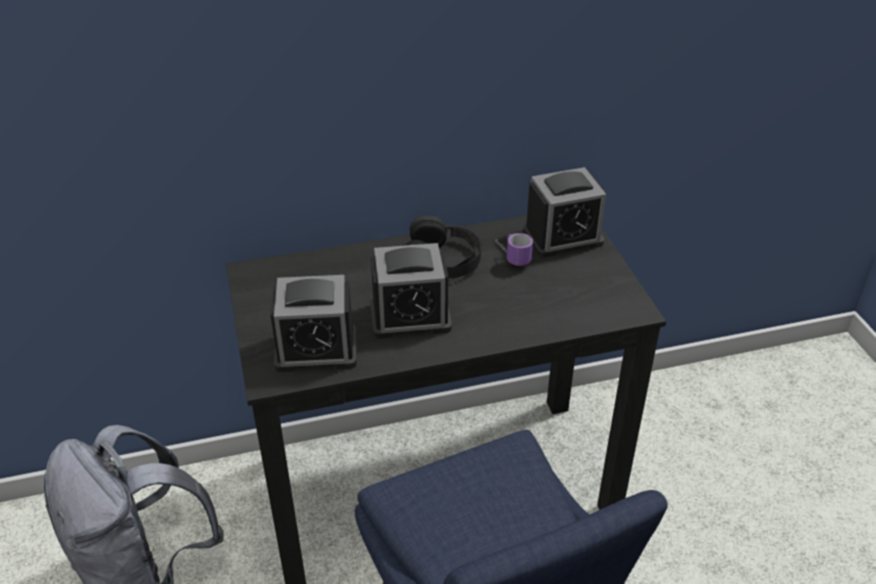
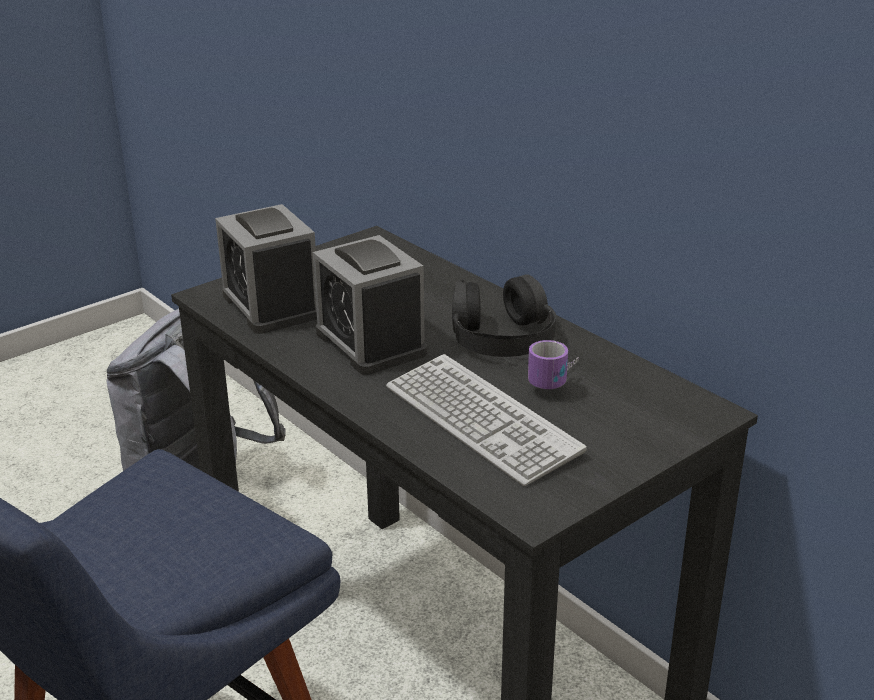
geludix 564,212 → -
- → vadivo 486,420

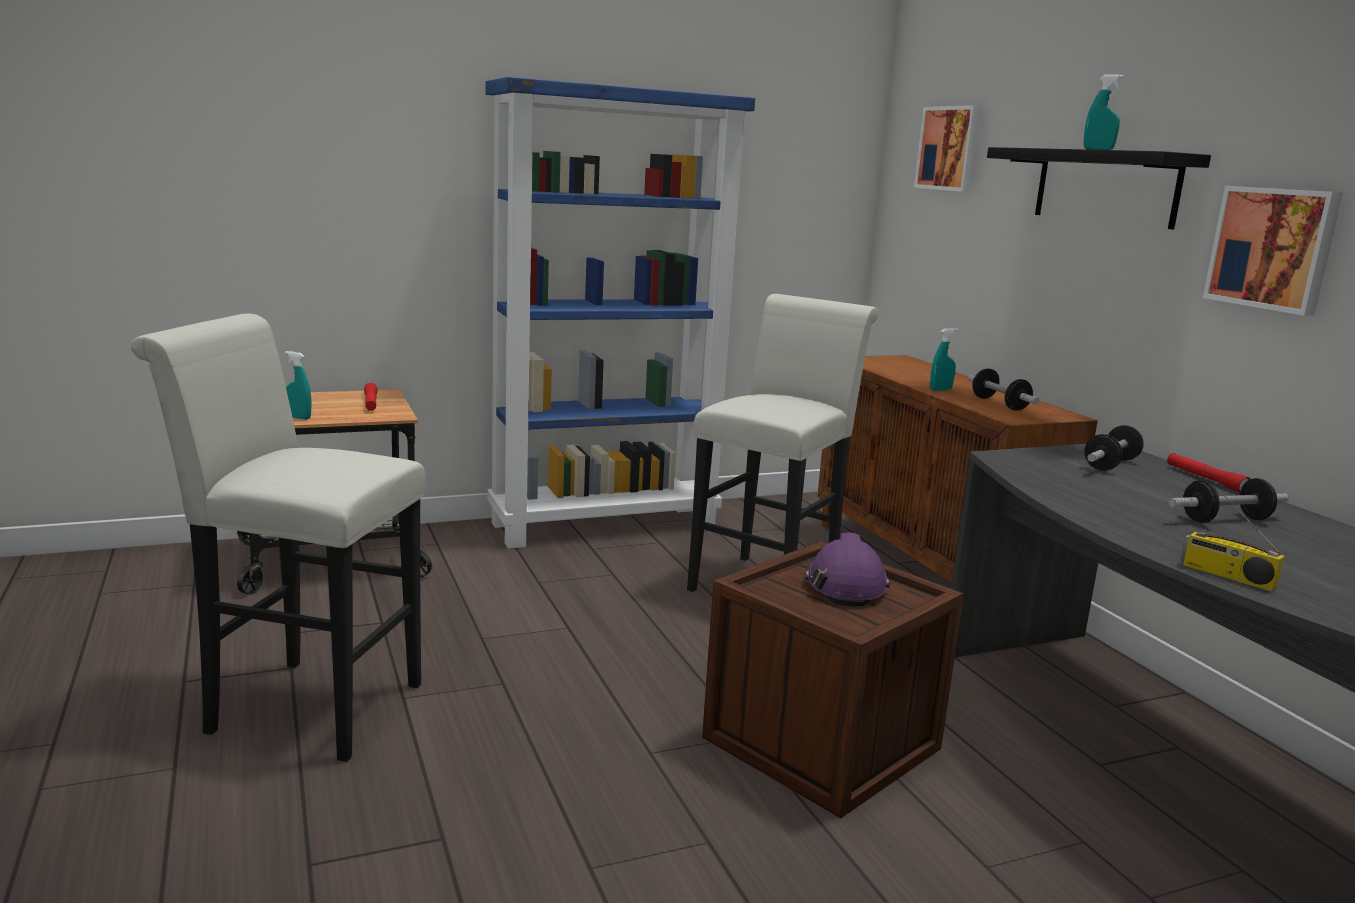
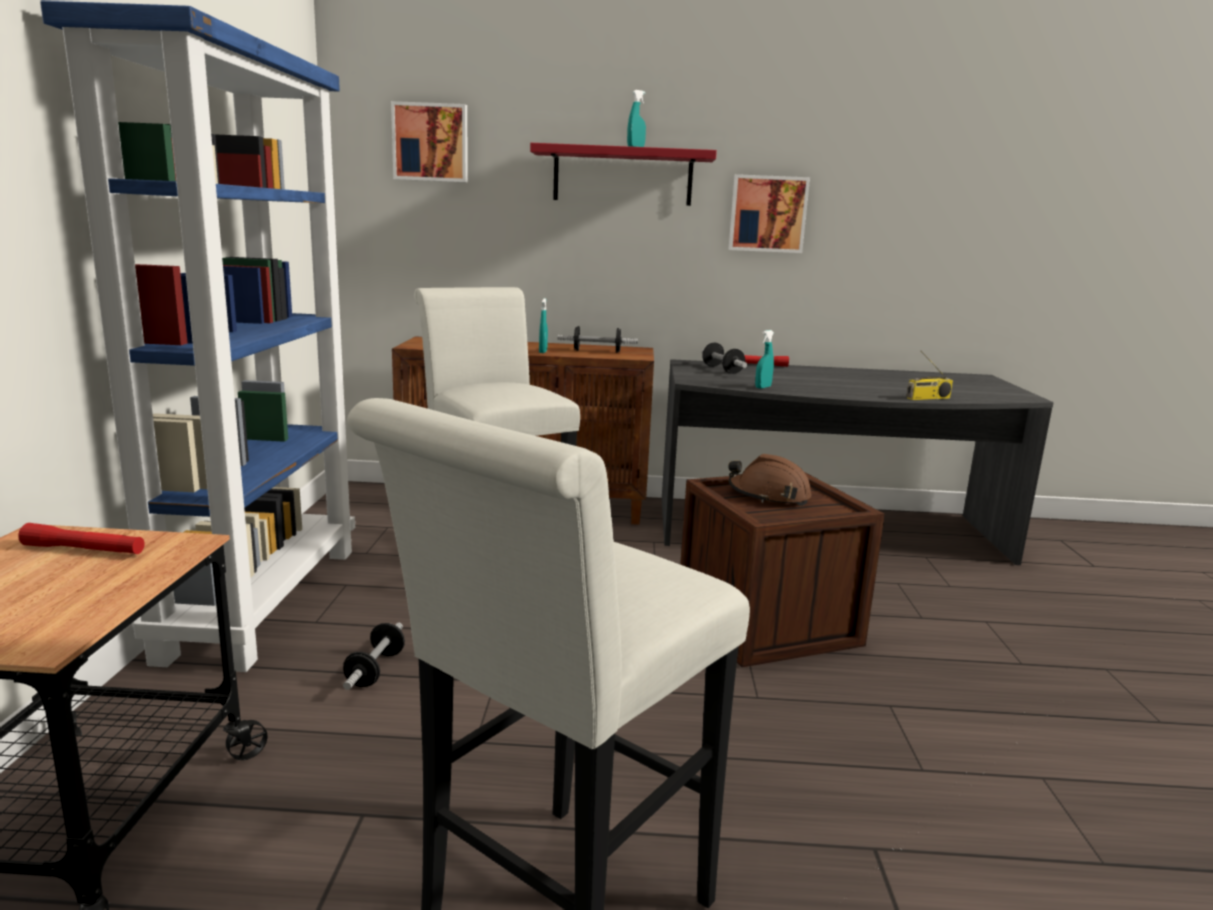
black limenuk 1099,188 → red limenuk 623,174
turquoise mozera 298,385 → turquoise mozera 764,359, move
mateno 1229,500 → mateno 374,656, move
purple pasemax 847,569 → brown pasemax 770,480

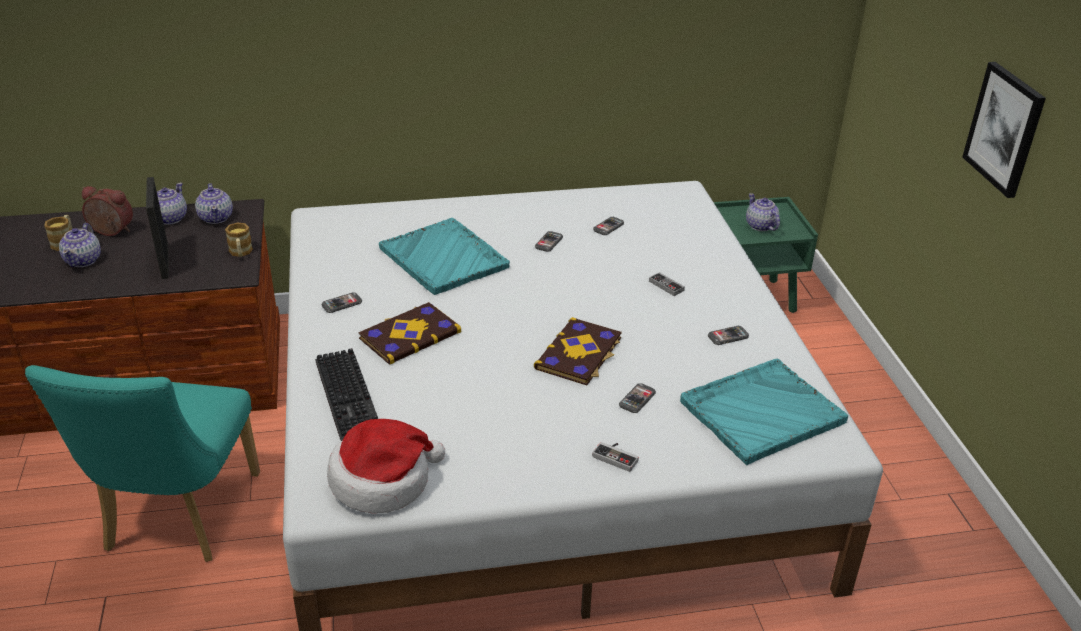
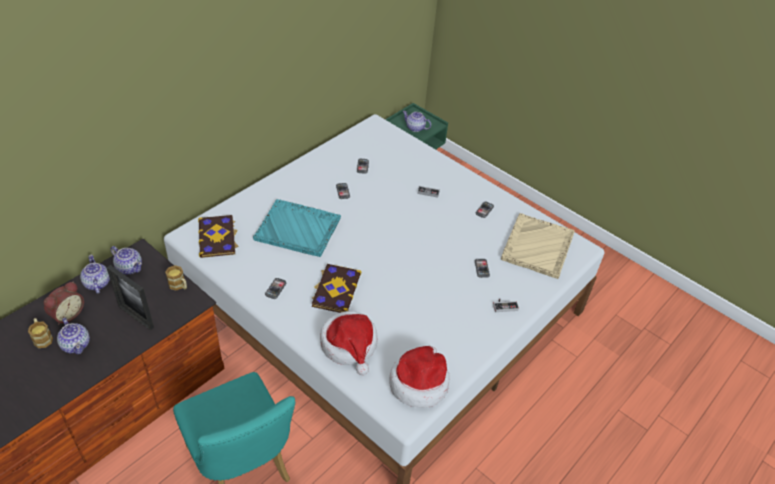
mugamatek 1004,130 → -
geludix 107,211 → geludix 64,303, 150 degrees clockwise
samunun 578,351 → samunun 218,236, move
vadivo 346,394 → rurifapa 349,343
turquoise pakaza 764,411 → beige pakaza 538,246

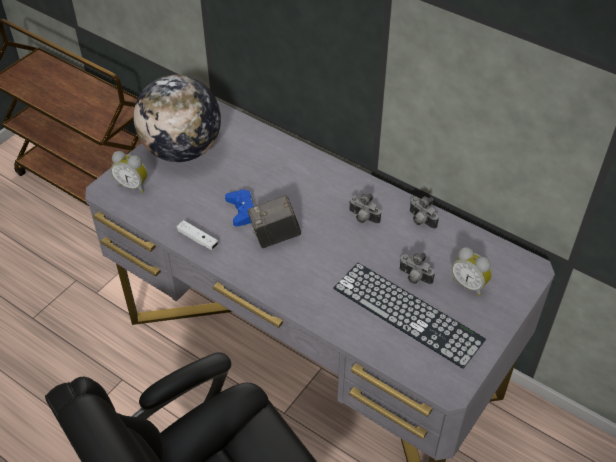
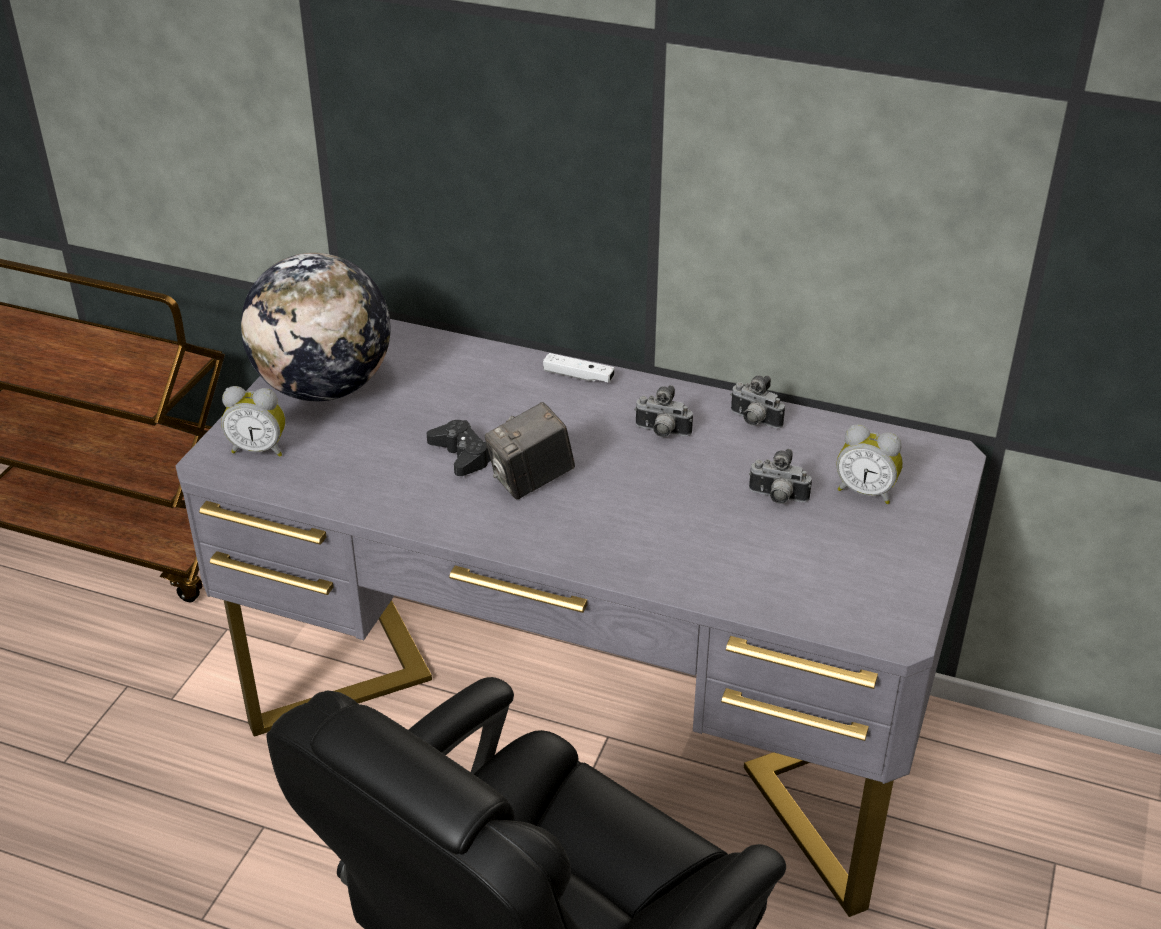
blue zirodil 239,208 → black zirodil 459,448
white zirodil 197,235 → white zirodil 579,368, move
vadivo 409,315 → -

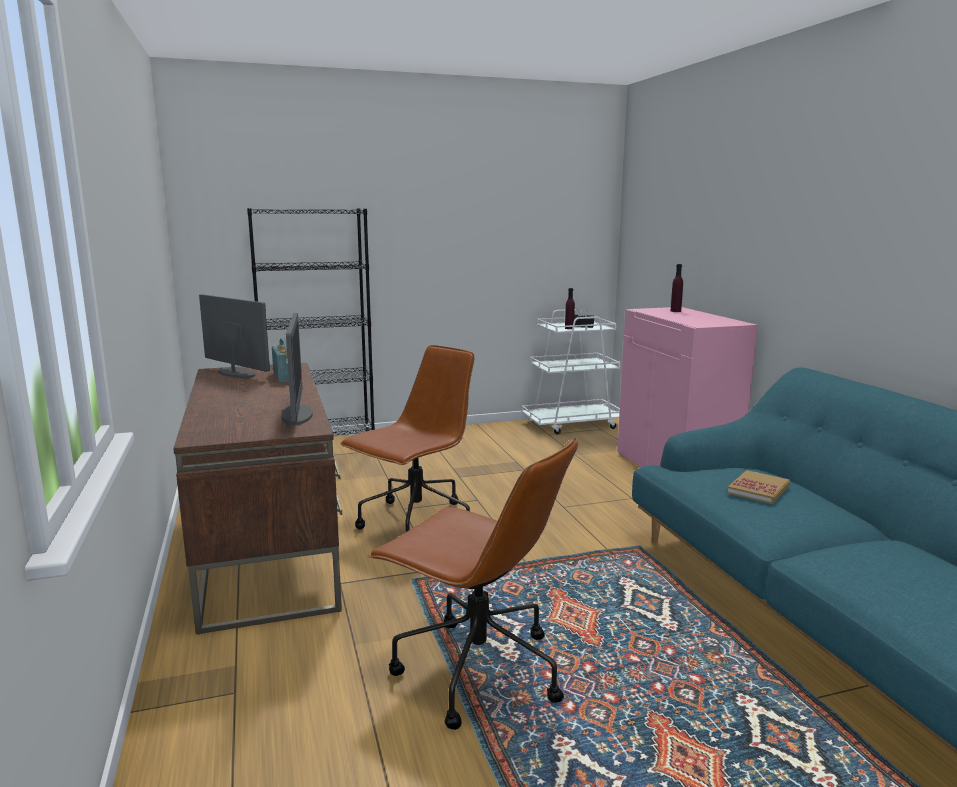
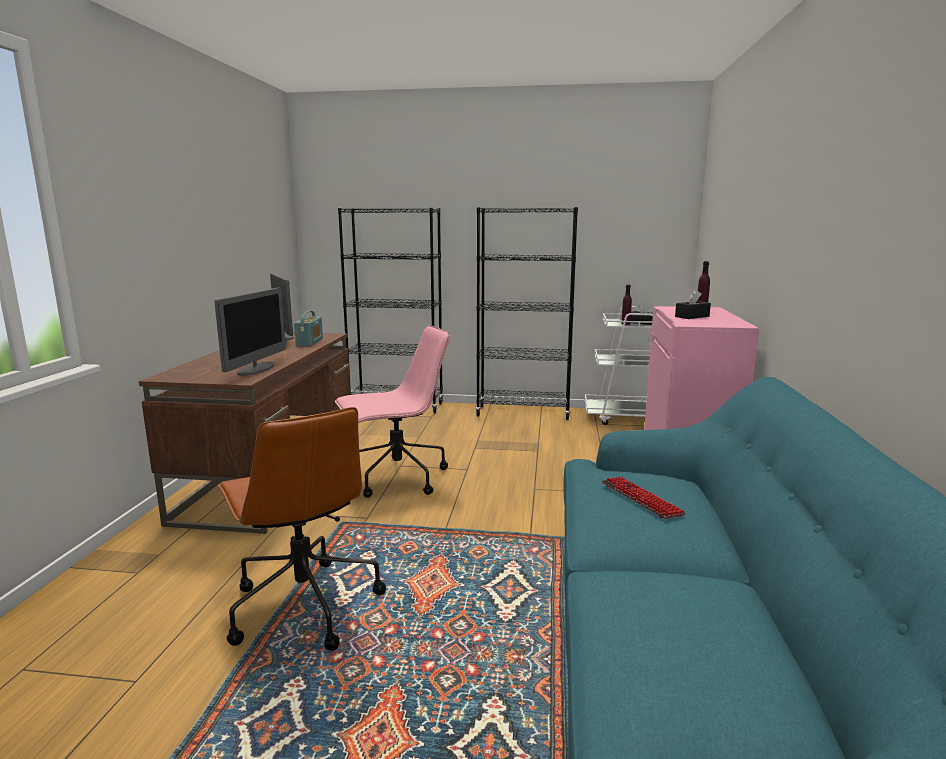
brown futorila 407,438 → pink futorila 392,411
samunun 758,487 → vadivo 644,498
- → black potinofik 527,313
- → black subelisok 693,304

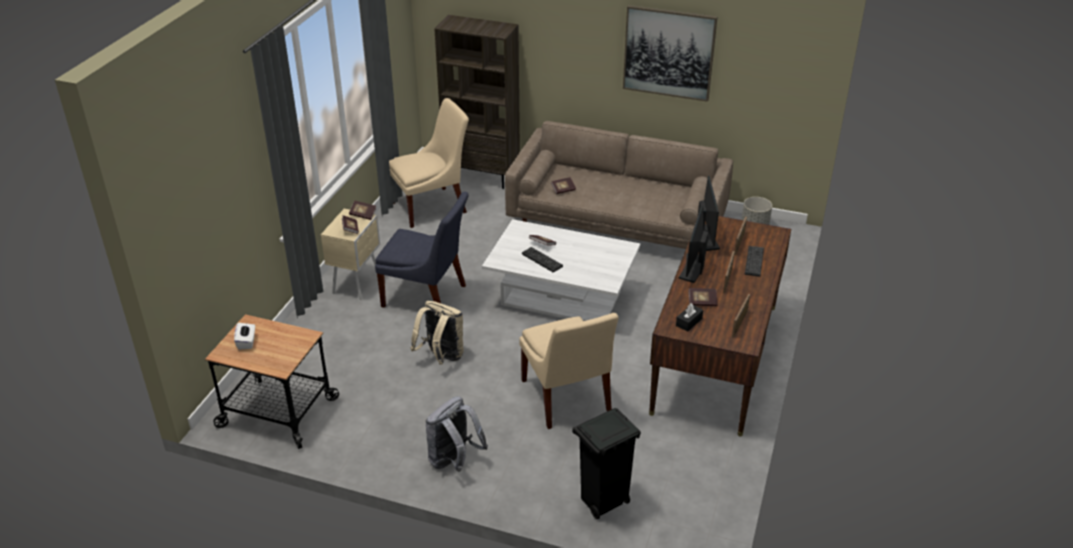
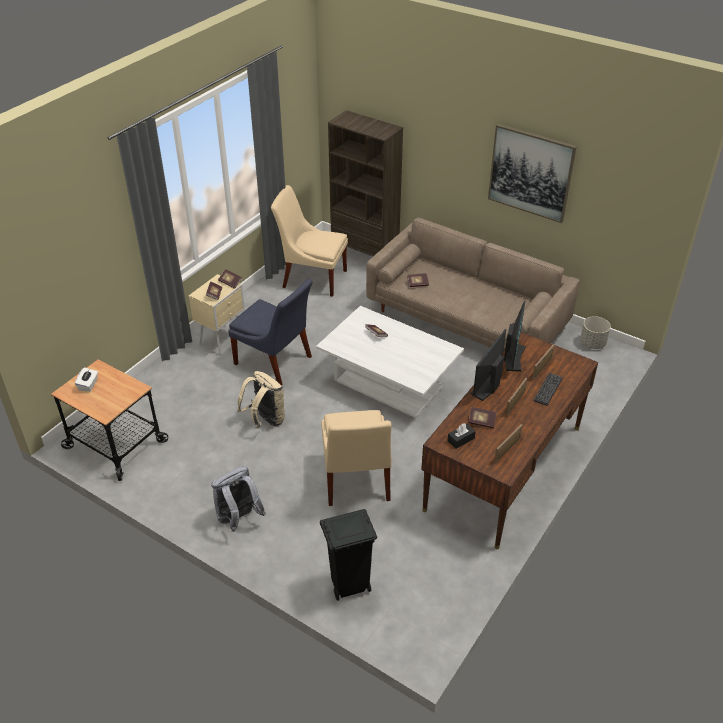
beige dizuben 429,163 → beige dizuben 309,241, 150 degrees counterclockwise
vadivo 542,259 → -

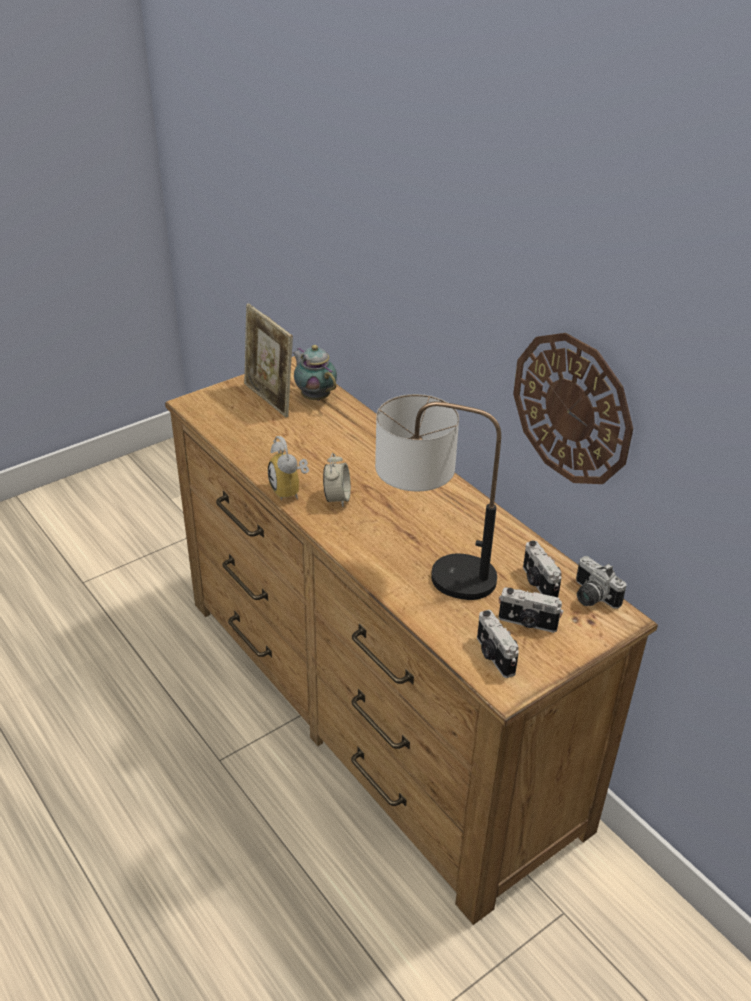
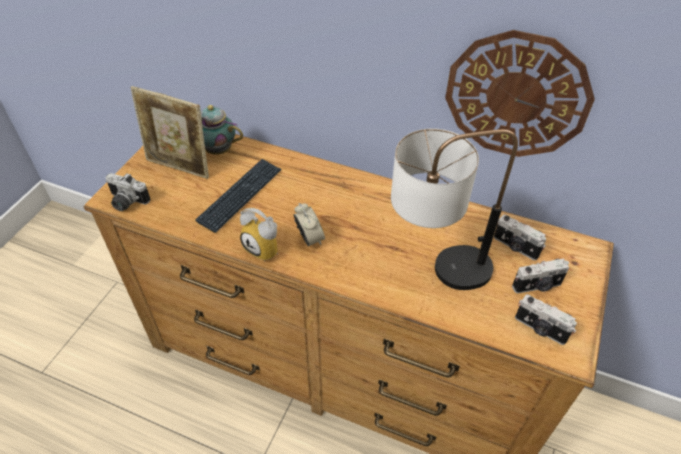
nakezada 601,582 → nakezada 128,192, move
- → vadivo 238,196

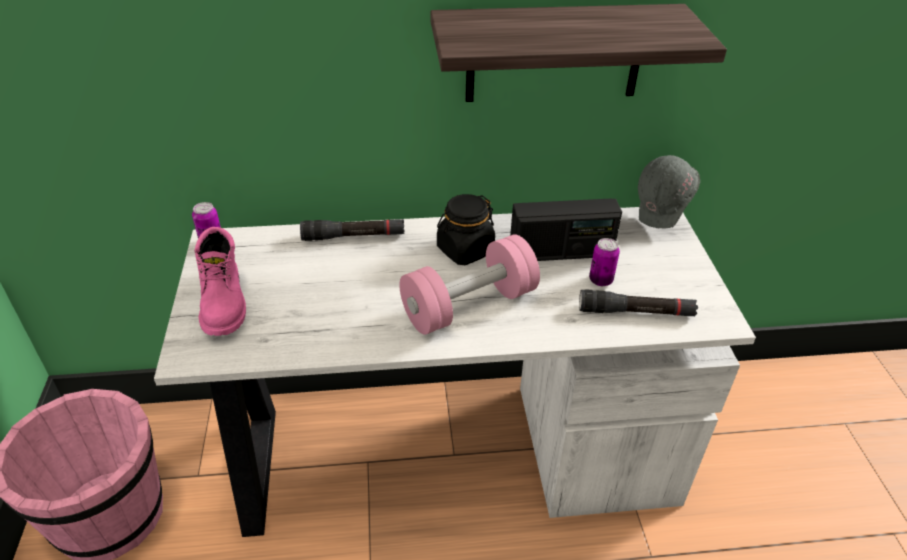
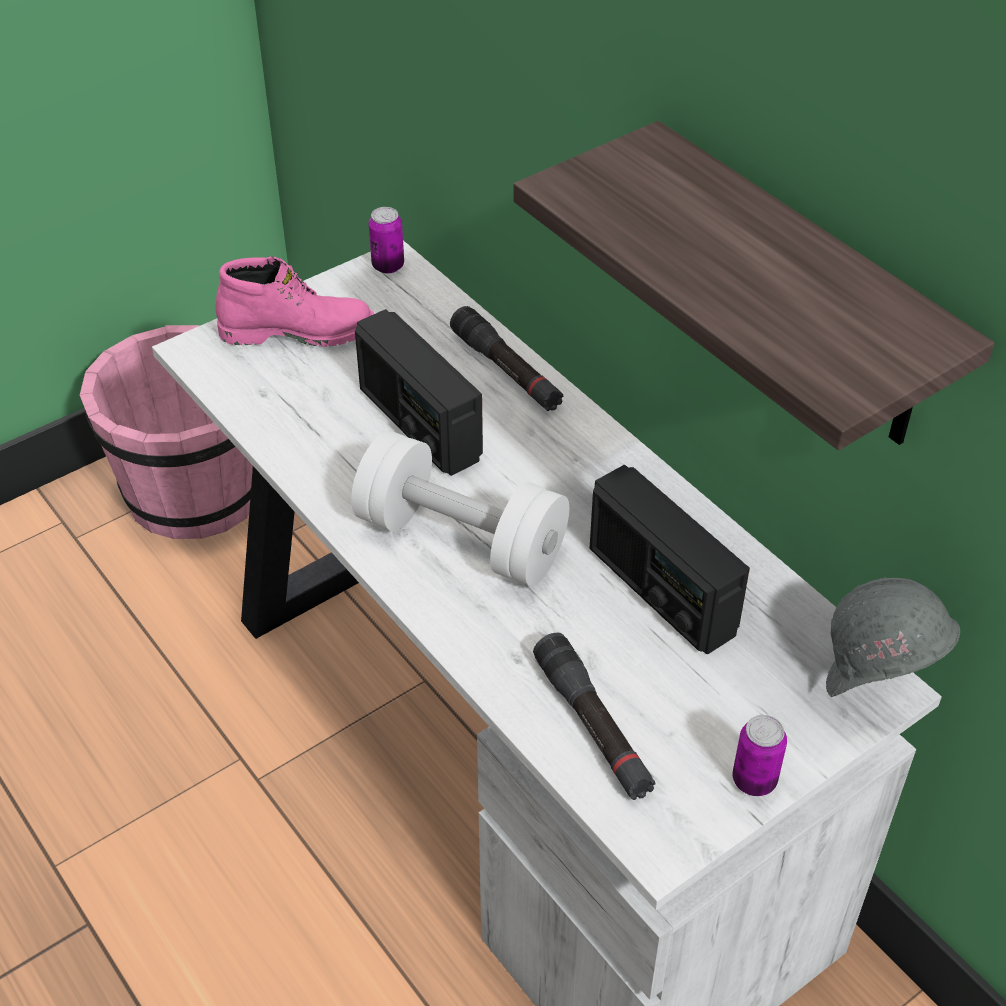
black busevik 466,229 → -
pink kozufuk 220,281 → pink kozufuk 294,301, 135 degrees counterclockwise
pink mateno 469,285 → white mateno 460,509
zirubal 604,262 → zirubal 759,755, move
- → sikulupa 419,392

